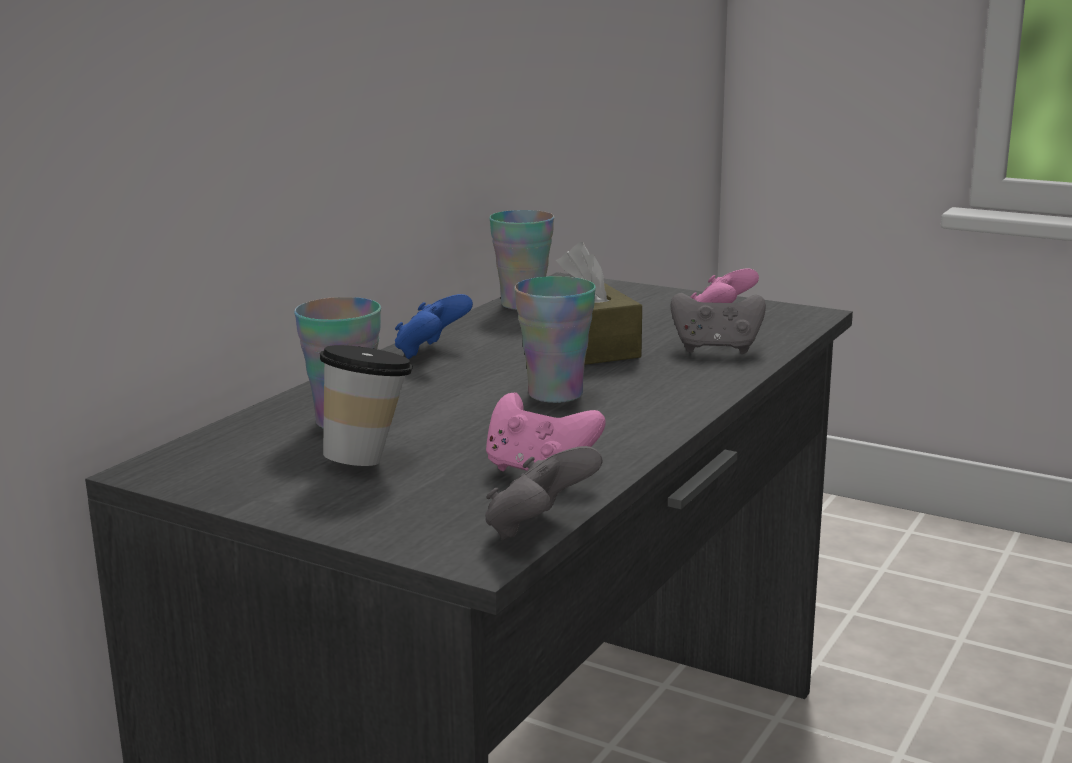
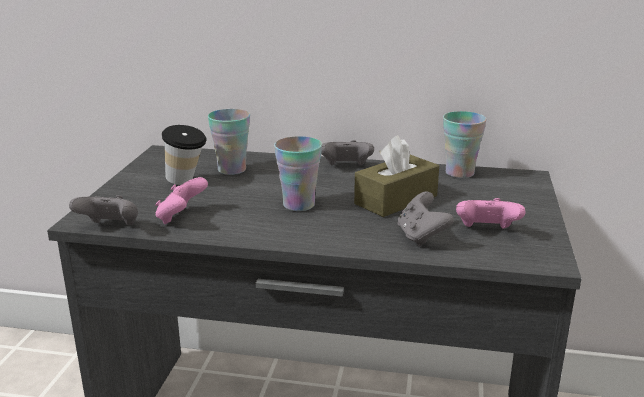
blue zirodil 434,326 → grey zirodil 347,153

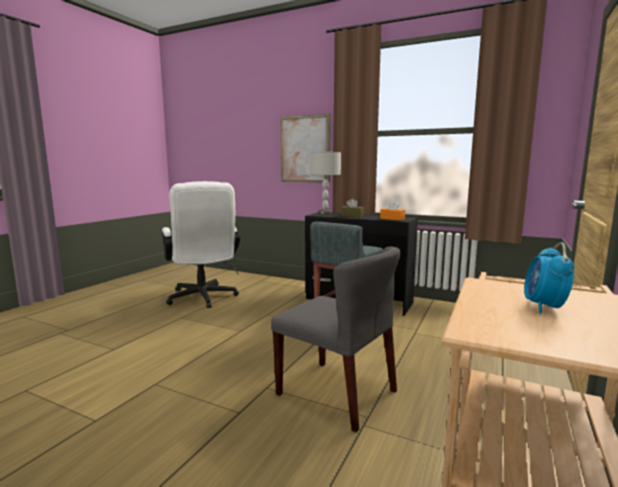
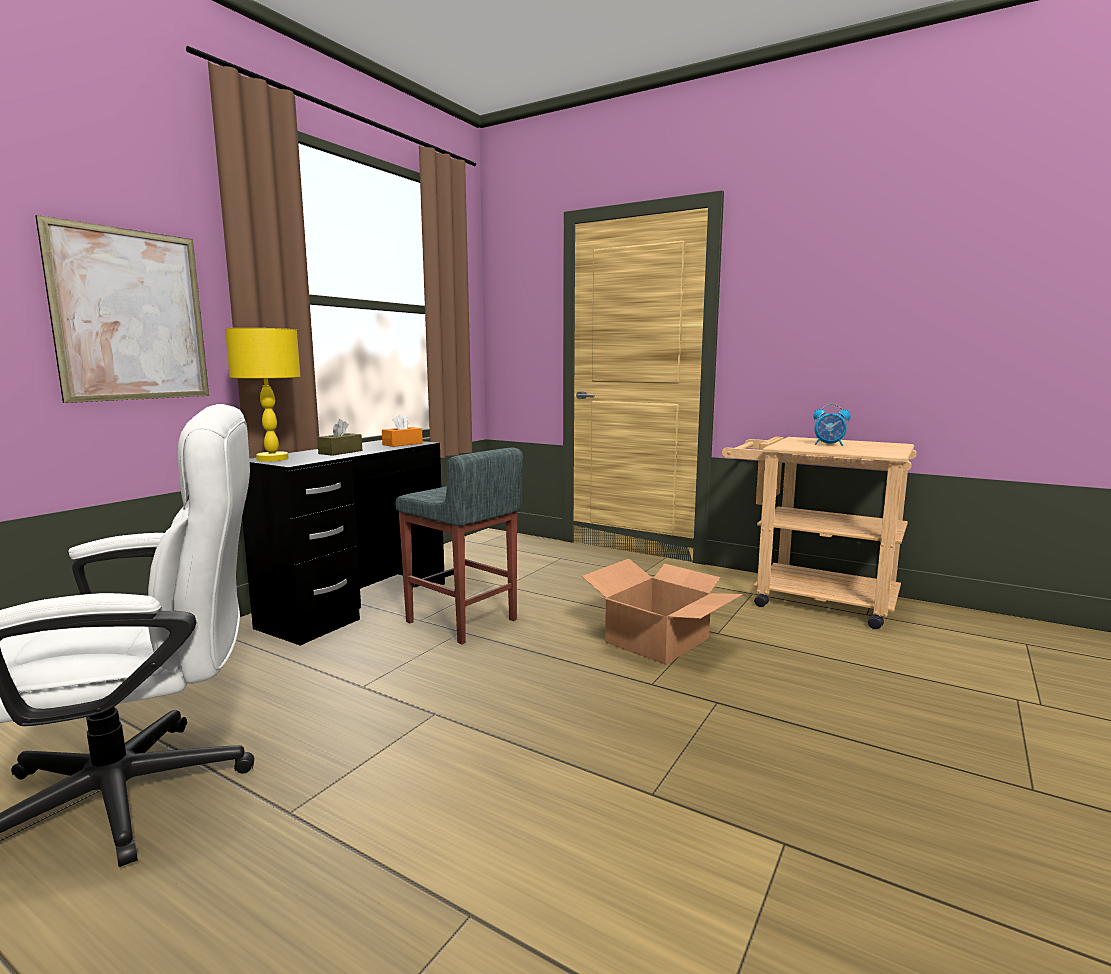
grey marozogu 325,183 → yellow marozogu 263,395
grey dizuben 336,339 → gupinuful 662,611

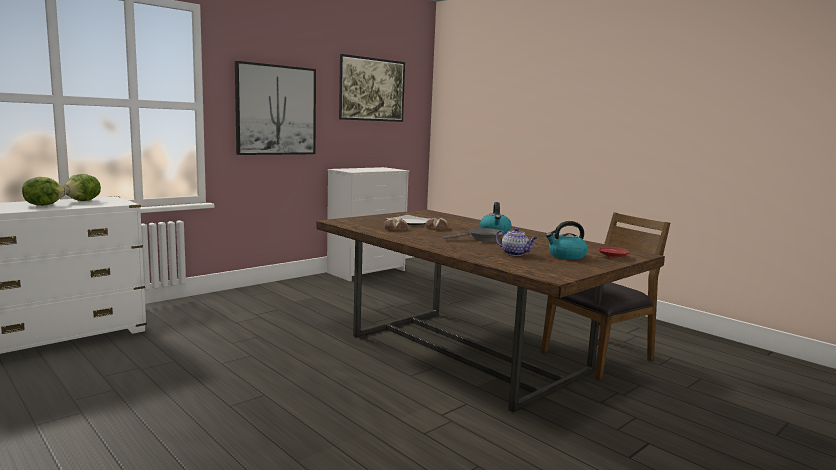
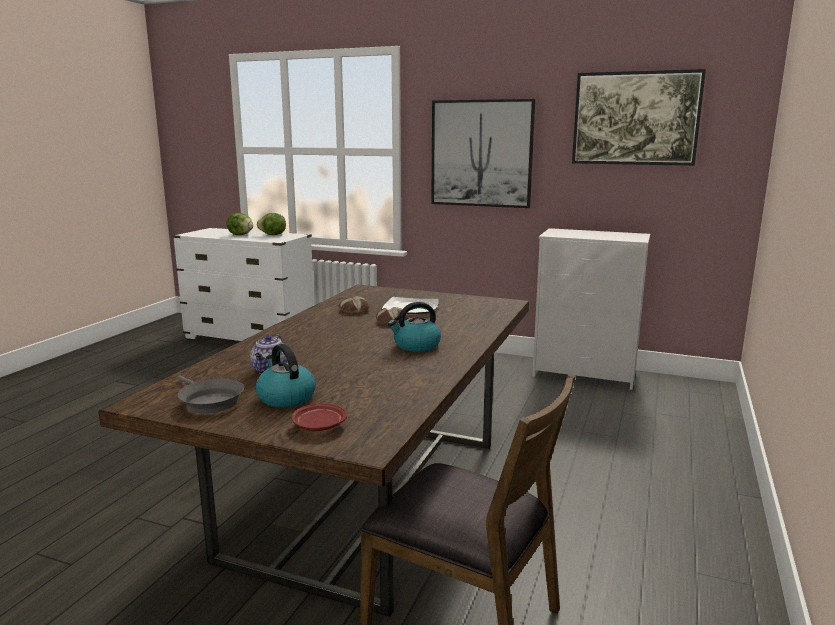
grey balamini 473,235 → grey balamini 210,394, move

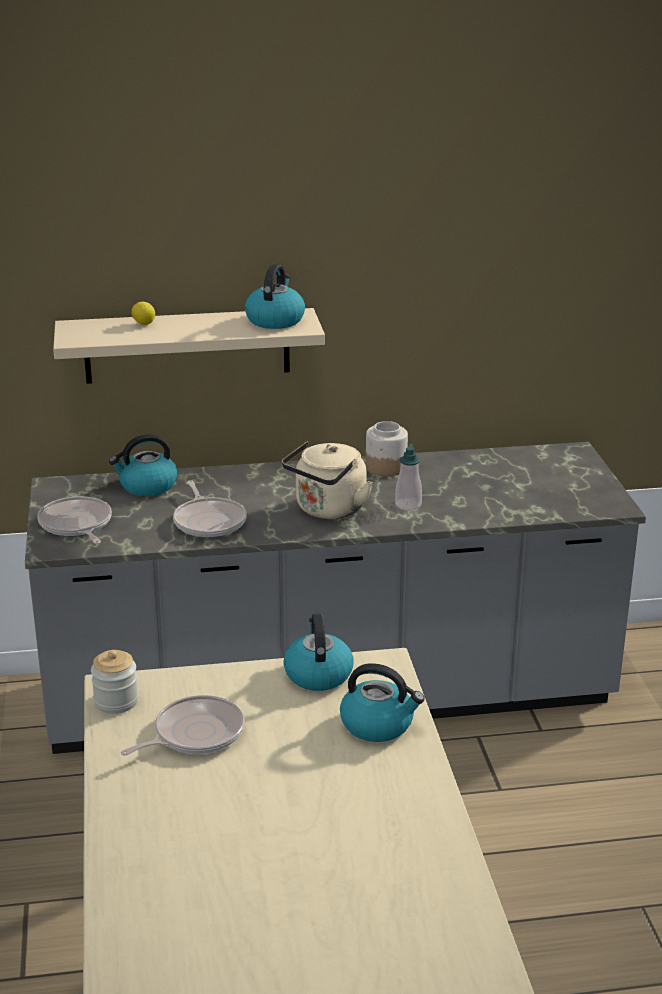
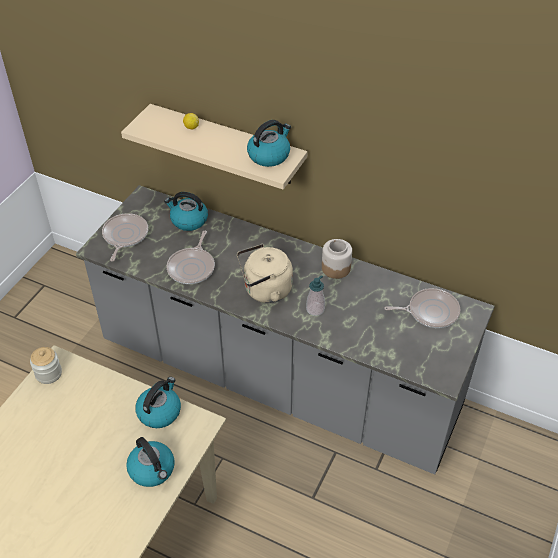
balamini 183,725 → balamini 422,308, move

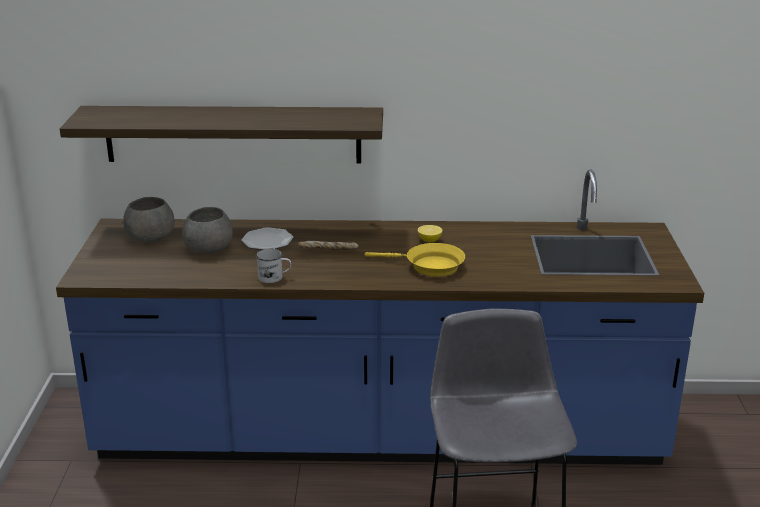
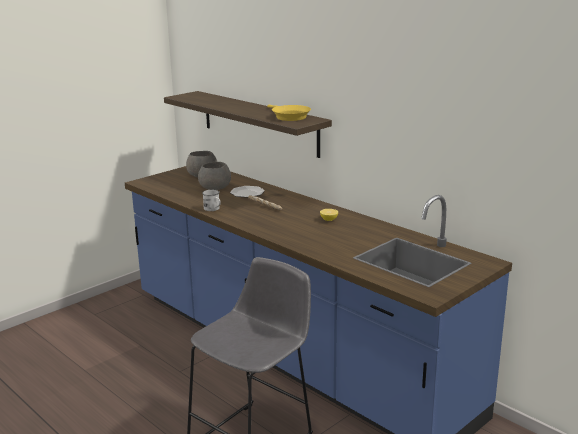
yellow balamini 415,260 → yellow balamini 289,113, move

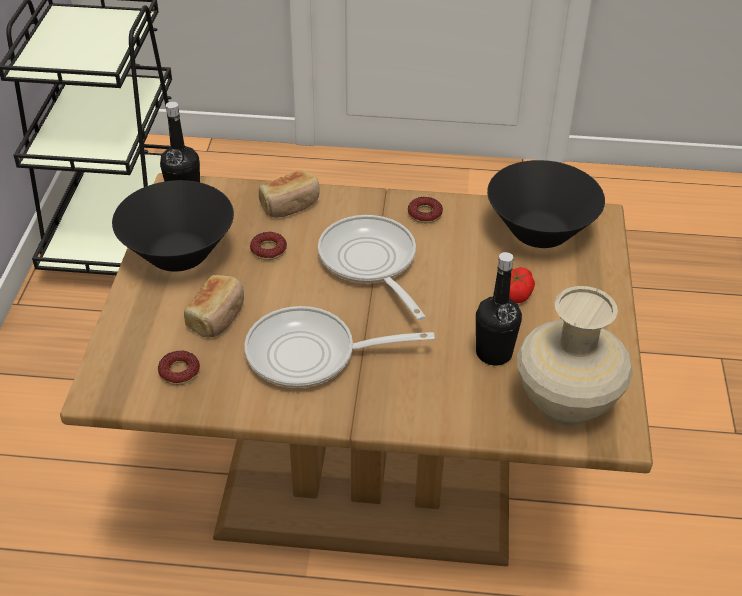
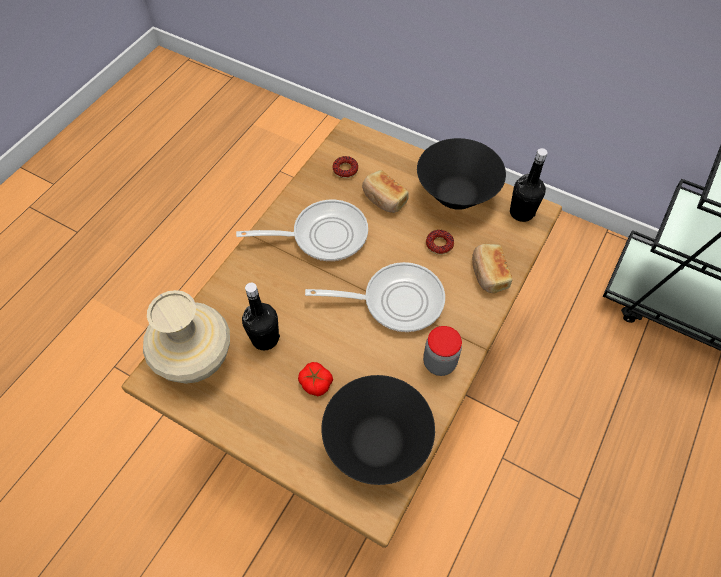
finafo 425,210 → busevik 442,351
balamini 340,347 → balamini 302,230, 60 degrees clockwise

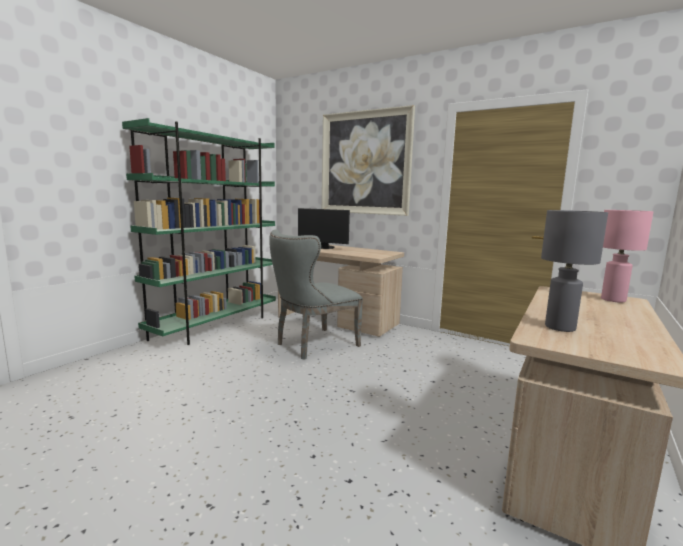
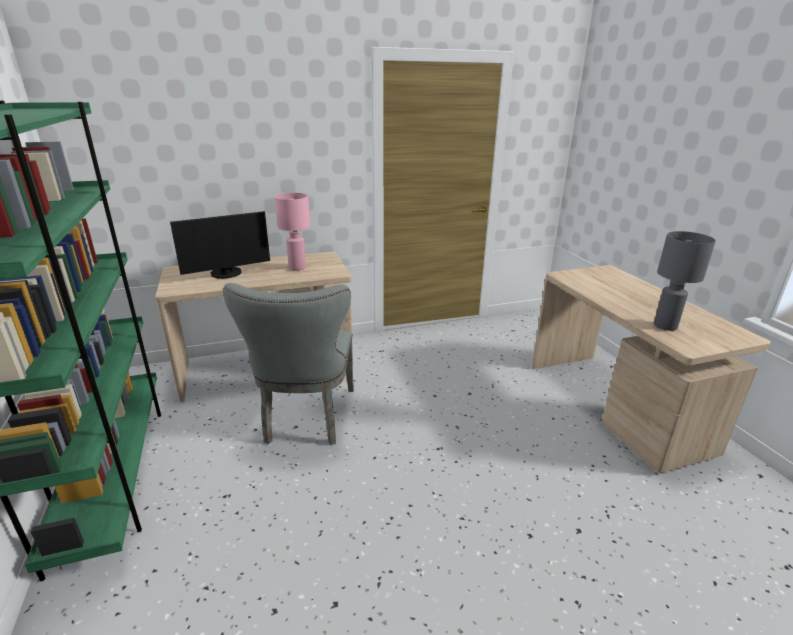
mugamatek 368,160 → -
pink marozogu 627,256 → pink marozogu 292,232, move

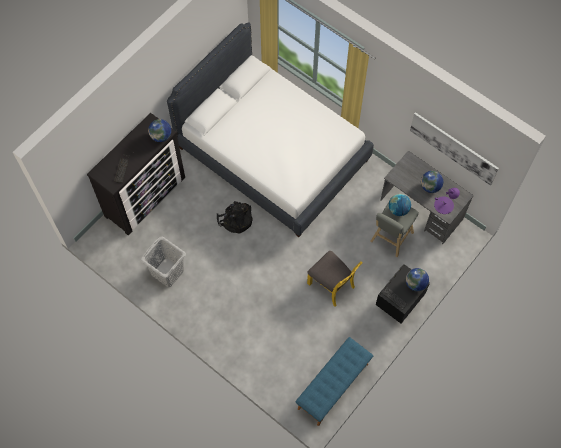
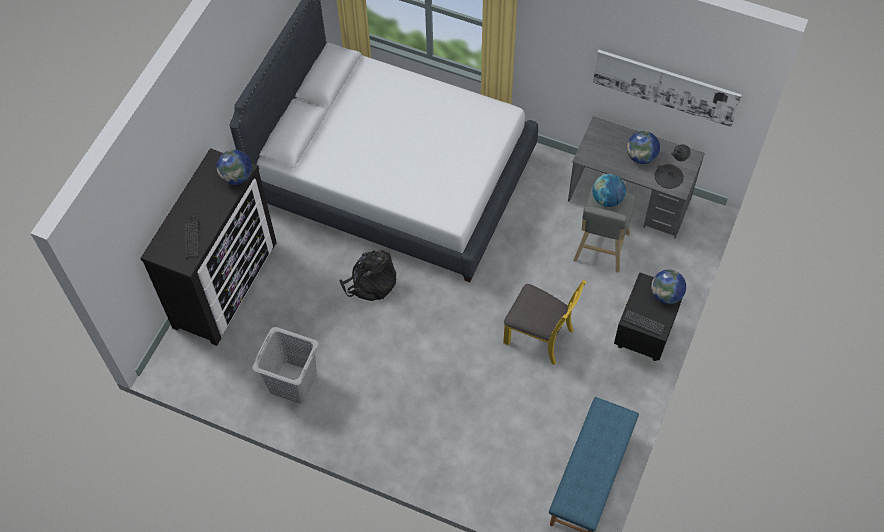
purple marozogu 447,201 → black marozogu 673,166

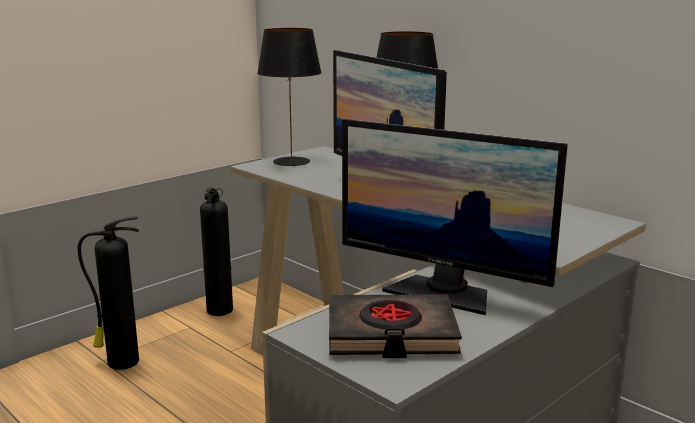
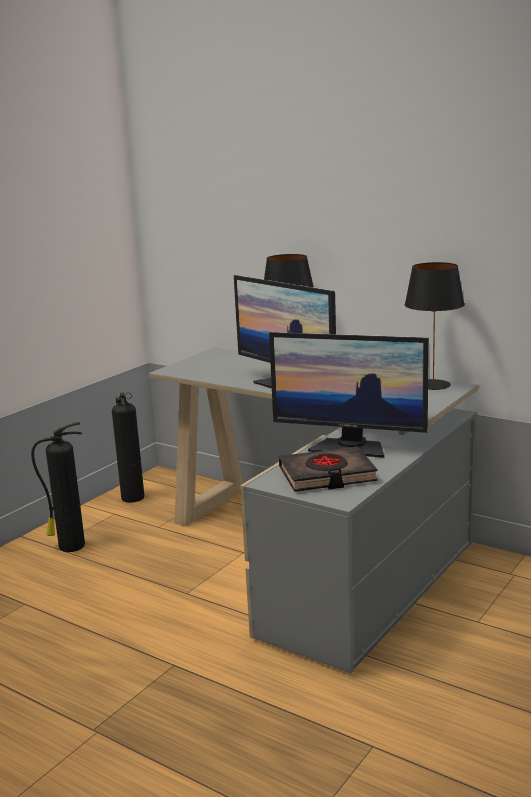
black marozogu 289,97 → black marozogu 435,326, move

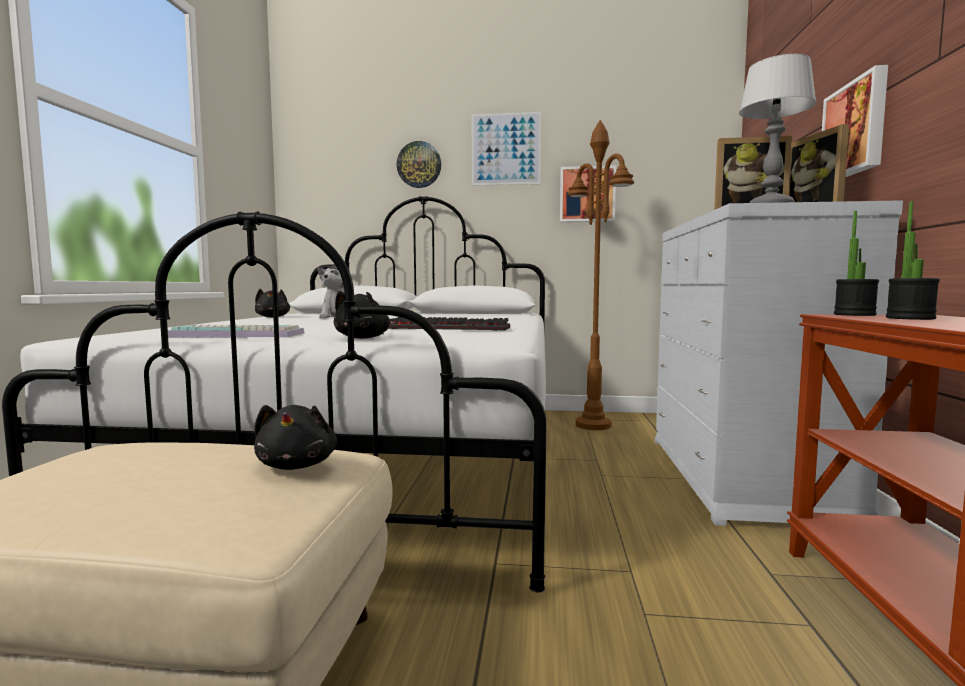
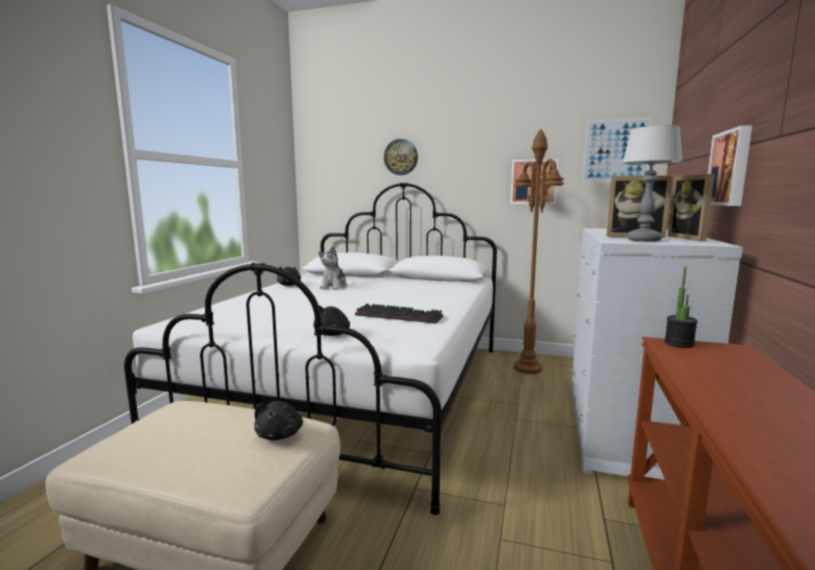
mugamatek 506,149 → mugamatek 617,150, move
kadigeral 913,260 → -
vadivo 236,331 → -

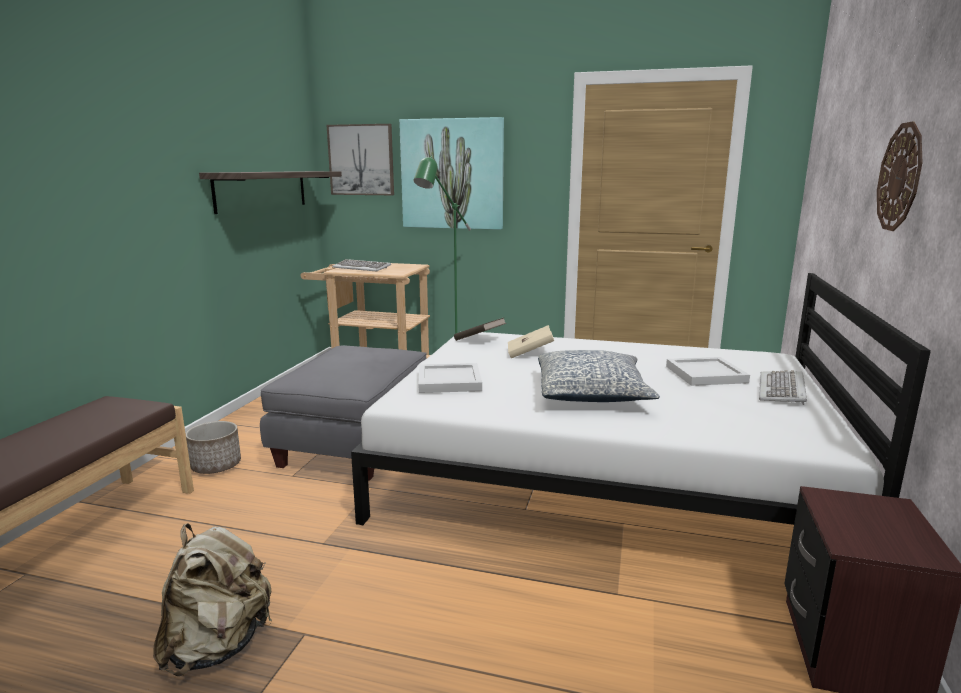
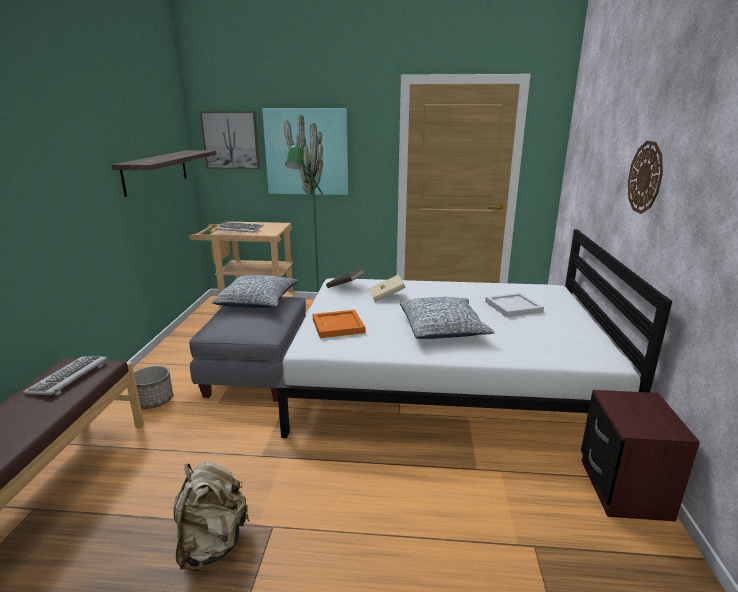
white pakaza 450,378 → orange pakaza 339,324
vadivo 783,387 → vadivo 65,376, move
- → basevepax 255,291

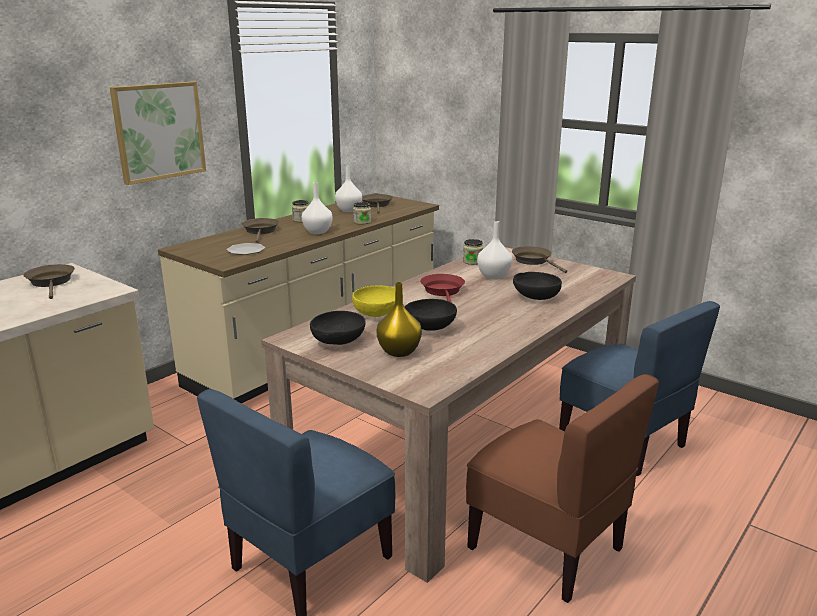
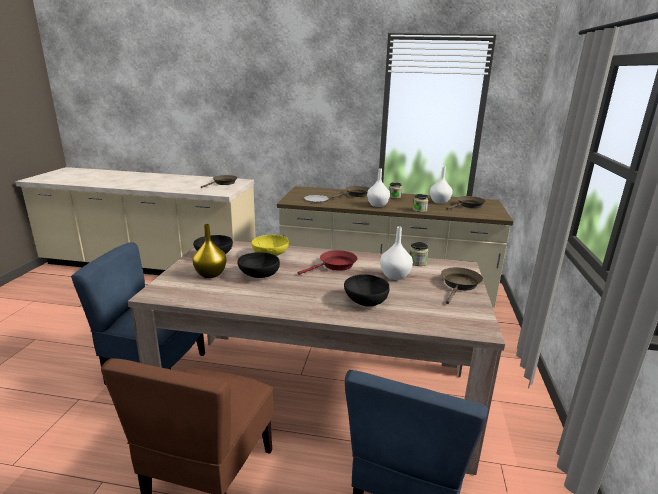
mugamatek 157,133 → -

